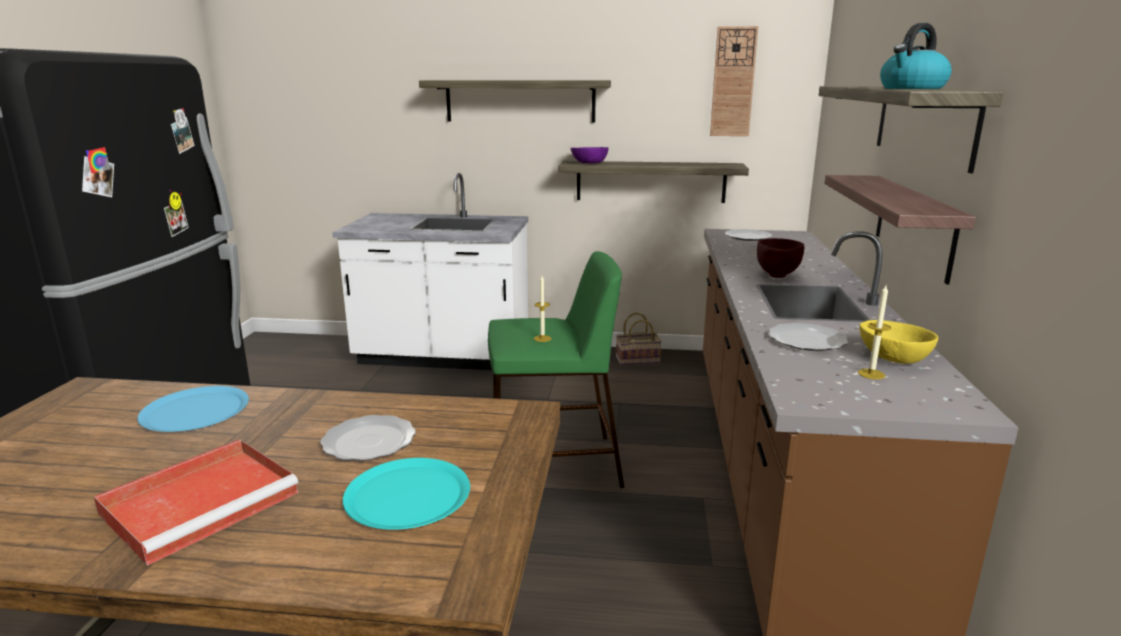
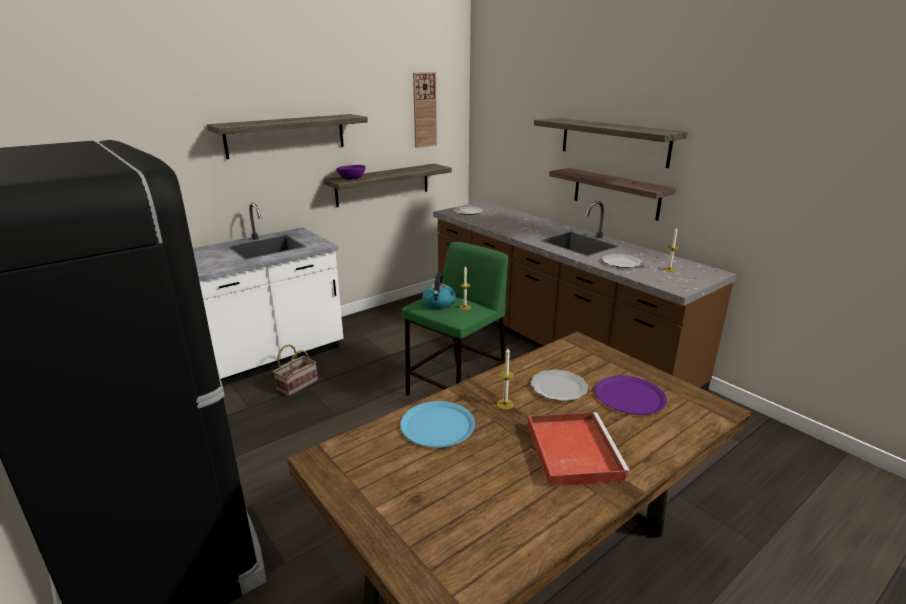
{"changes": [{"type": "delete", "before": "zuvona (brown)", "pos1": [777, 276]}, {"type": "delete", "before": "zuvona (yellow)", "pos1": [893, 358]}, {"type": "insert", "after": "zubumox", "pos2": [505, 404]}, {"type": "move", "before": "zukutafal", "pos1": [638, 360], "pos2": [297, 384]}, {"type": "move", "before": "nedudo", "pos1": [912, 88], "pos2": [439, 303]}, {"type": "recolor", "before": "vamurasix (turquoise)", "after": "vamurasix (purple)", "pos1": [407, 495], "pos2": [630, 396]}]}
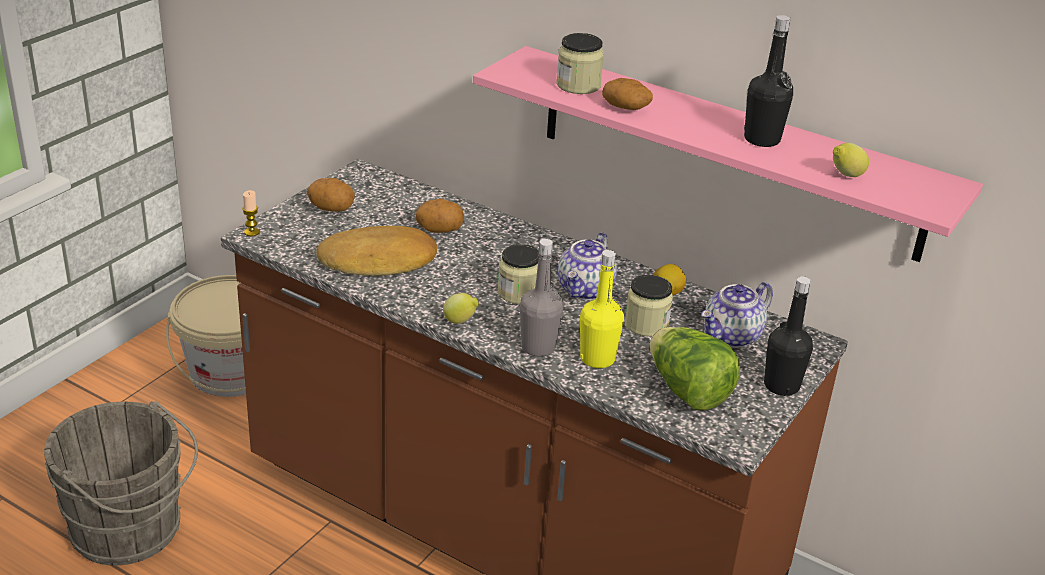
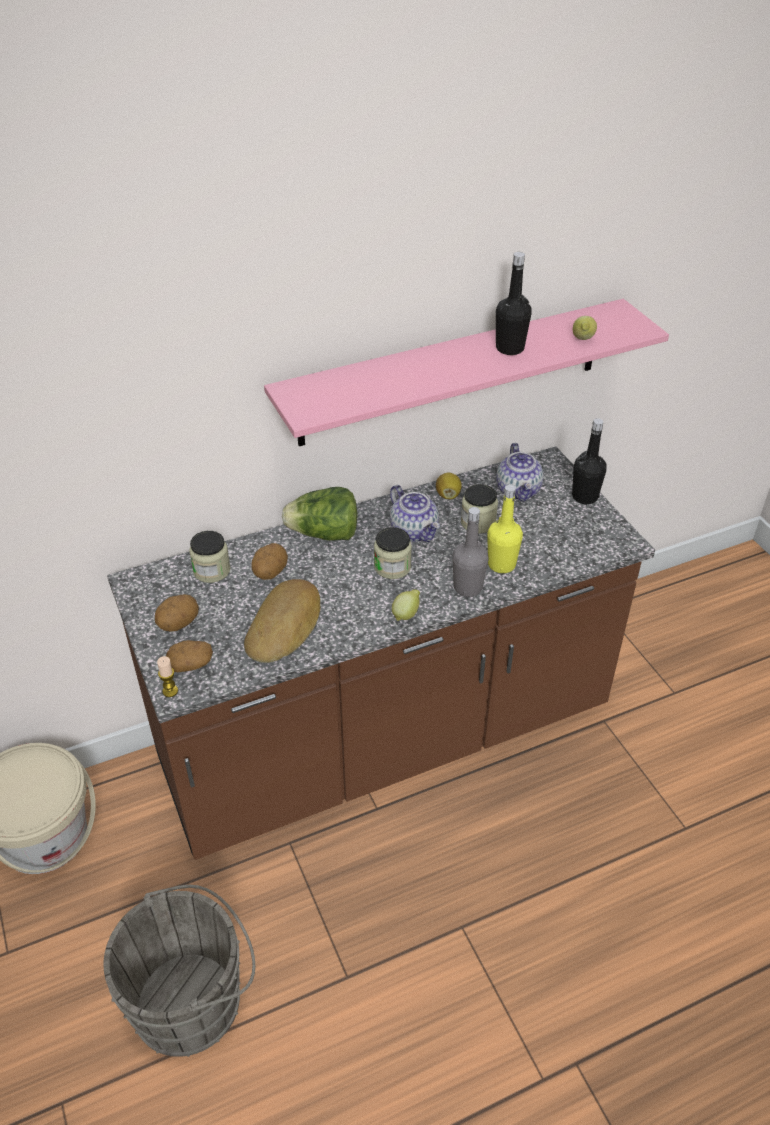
{"changes": [{"type": "move", "before": "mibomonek", "pos1": [578, 85], "pos2": [212, 570]}, {"type": "move", "before": "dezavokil", "pos1": [626, 107], "pos2": [191, 664]}, {"type": "move", "before": "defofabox", "pos1": [687, 391], "pos2": [324, 534]}]}
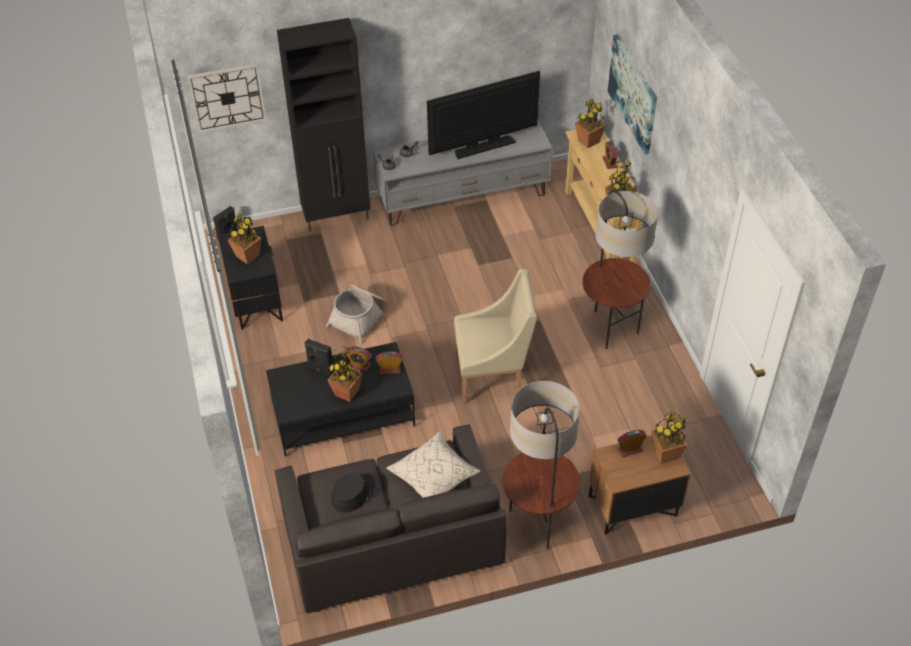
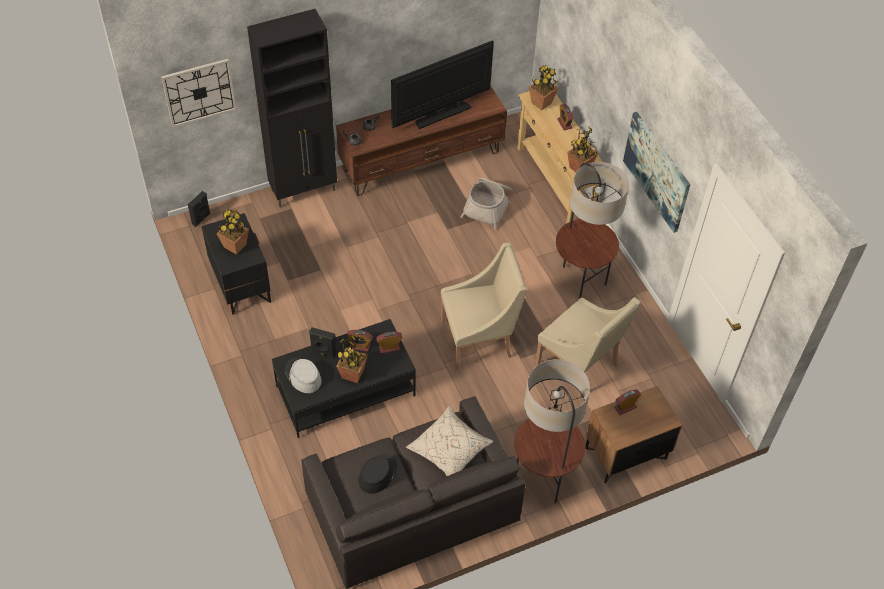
{"changes": [{"type": "delete", "before": "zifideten", "pos1": [665, 454]}, {"type": "insert", "after": "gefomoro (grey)", "pos2": [303, 376]}, {"type": "insert", "after": "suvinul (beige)", "pos2": [579, 365]}, {"type": "move", "before": "zukutafal", "pos1": [360, 316], "pos2": [488, 205]}, {"type": "move", "before": "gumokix", "pos1": [633, 93], "pos2": [657, 171]}, {"type": "recolor", "before": "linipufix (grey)", "after": "linipufix (brown)", "pos1": [463, 197], "pos2": [422, 160]}]}
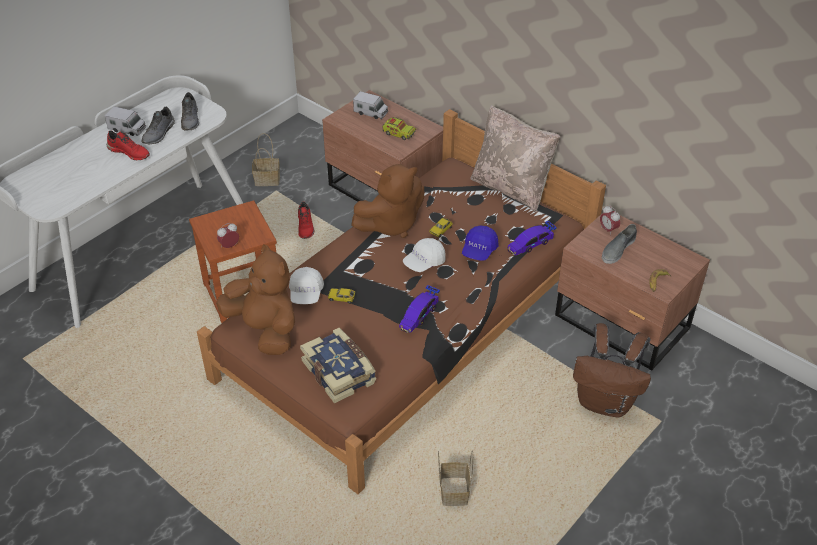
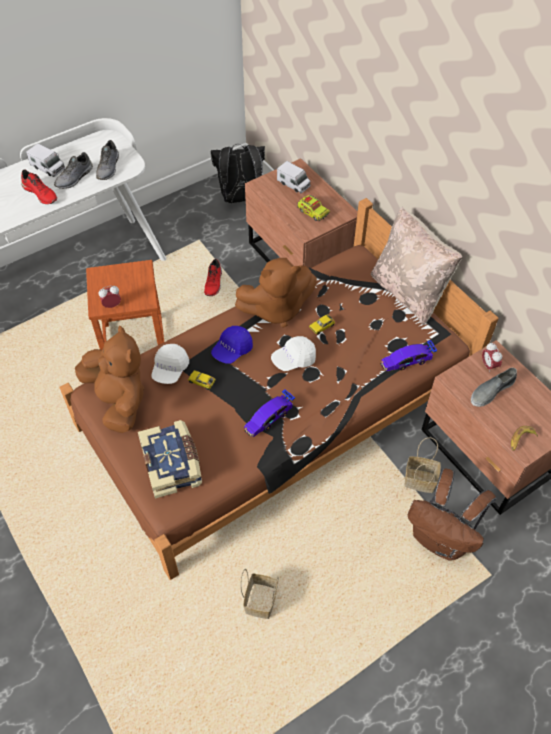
{"changes": [{"type": "insert", "after": "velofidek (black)", "pos2": [241, 199]}, {"type": "move", "before": "zukutafal", "pos1": [268, 179], "pos2": [421, 480]}, {"type": "move", "before": "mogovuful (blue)", "pos1": [479, 250], "pos2": [232, 350]}]}
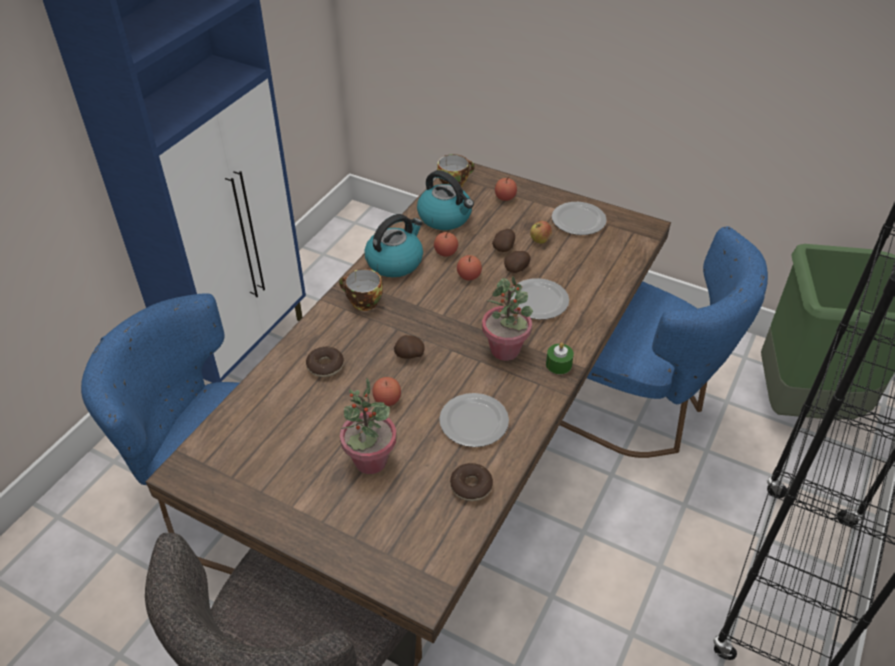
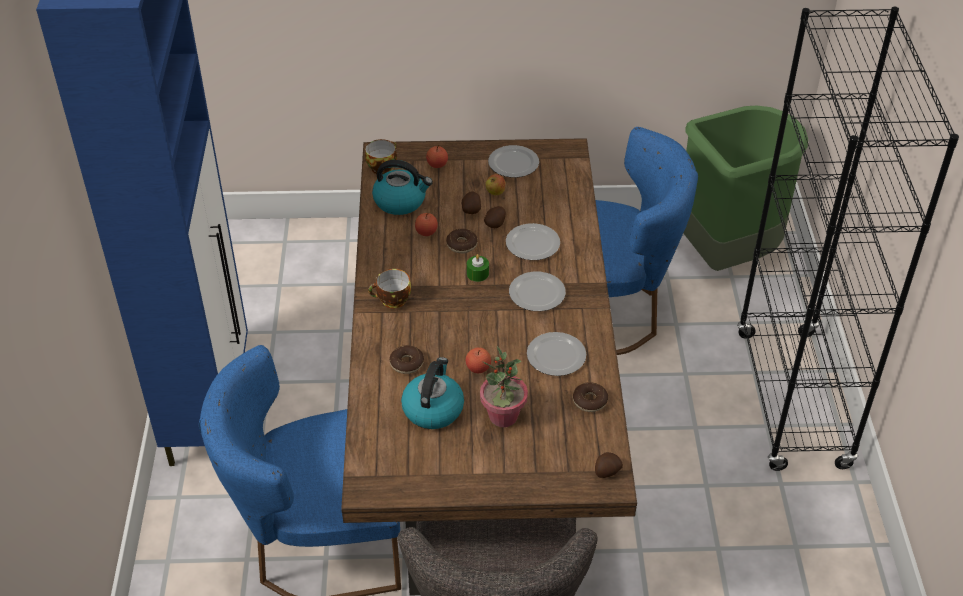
{"changes": [{"type": "move", "before": "nedudo", "pos1": [395, 261], "pos2": [433, 409]}, {"type": "move", "before": "dezavokil", "pos1": [409, 355], "pos2": [606, 472]}, {"type": "move", "before": "zubumox (green)", "pos1": [558, 364], "pos2": [477, 274]}, {"type": "replace", "before": "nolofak", "after": "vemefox", "pos1": [469, 276], "pos2": [461, 245]}, {"type": "replace", "before": "zifideten", "after": "vamurasix", "pos1": [505, 350], "pos2": [537, 293]}]}
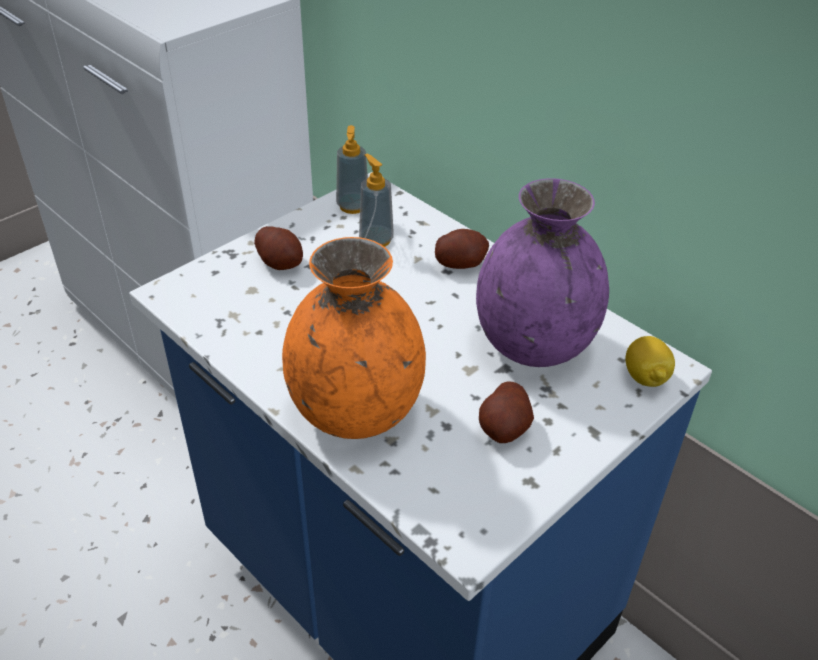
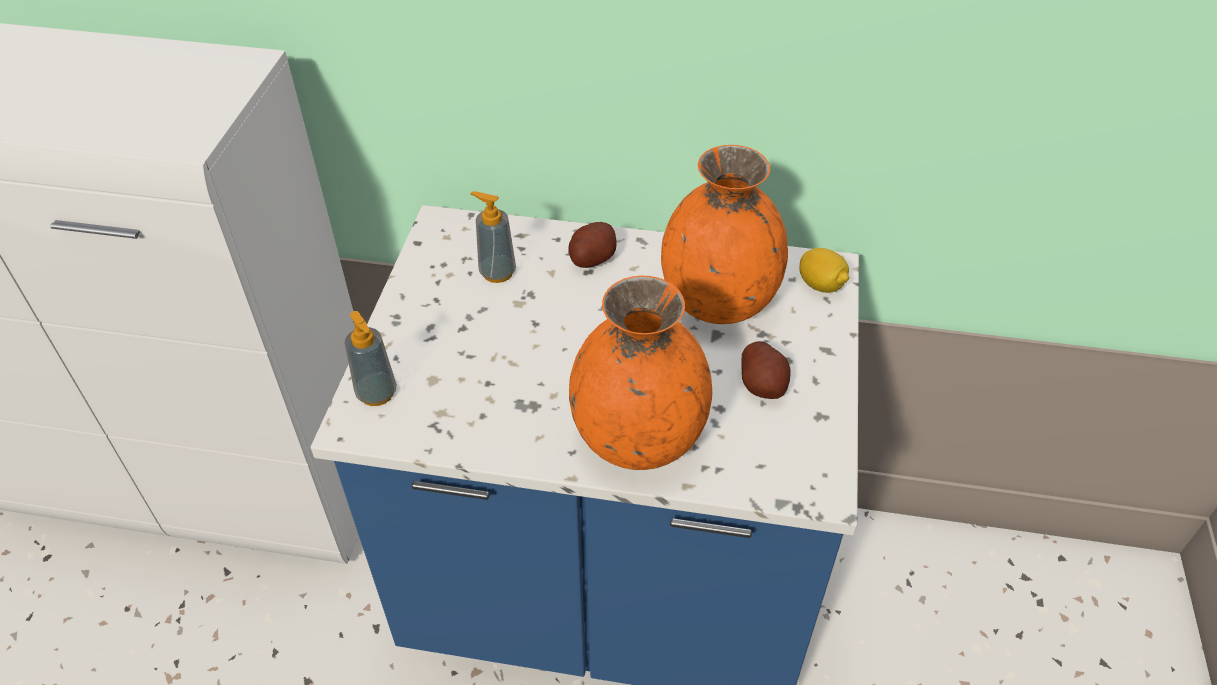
{"changes": [{"type": "delete", "before": "dezavokil", "pos1": [280, 262]}, {"type": "move", "before": "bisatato", "pos1": [353, 206], "pos2": [377, 393]}, {"type": "recolor", "before": "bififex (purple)", "after": "bififex (orange)", "pos1": [535, 344], "pos2": [719, 300]}]}
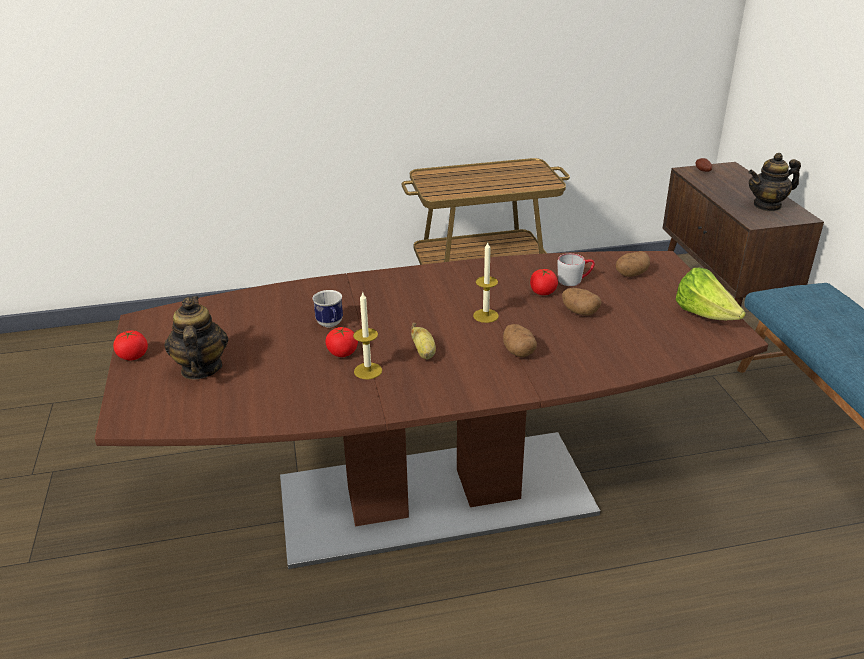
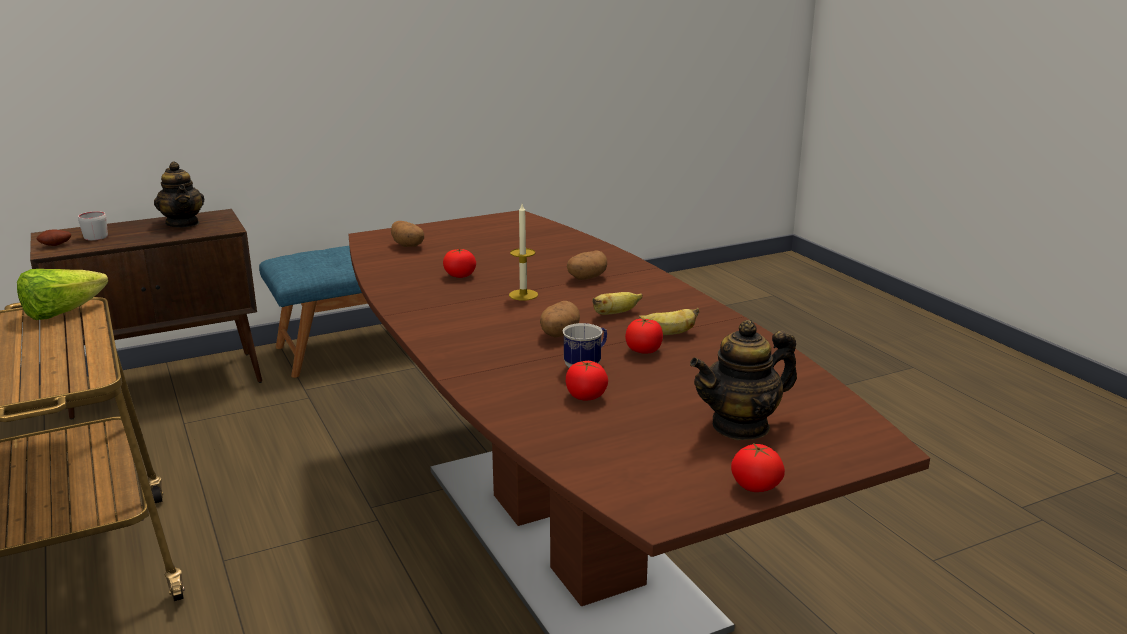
{"changes": [{"type": "insert", "after": "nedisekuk", "pos2": [586, 396]}, {"type": "move", "before": "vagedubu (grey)", "pos1": [575, 279], "pos2": [95, 235]}, {"type": "move", "before": "dezavokil", "pos1": [579, 312], "pos2": [558, 334]}, {"type": "move", "before": "defofabox", "pos1": [704, 315], "pos2": [62, 313]}, {"type": "replace", "before": "zubumox", "after": "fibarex", "pos1": [368, 371], "pos2": [668, 334]}]}
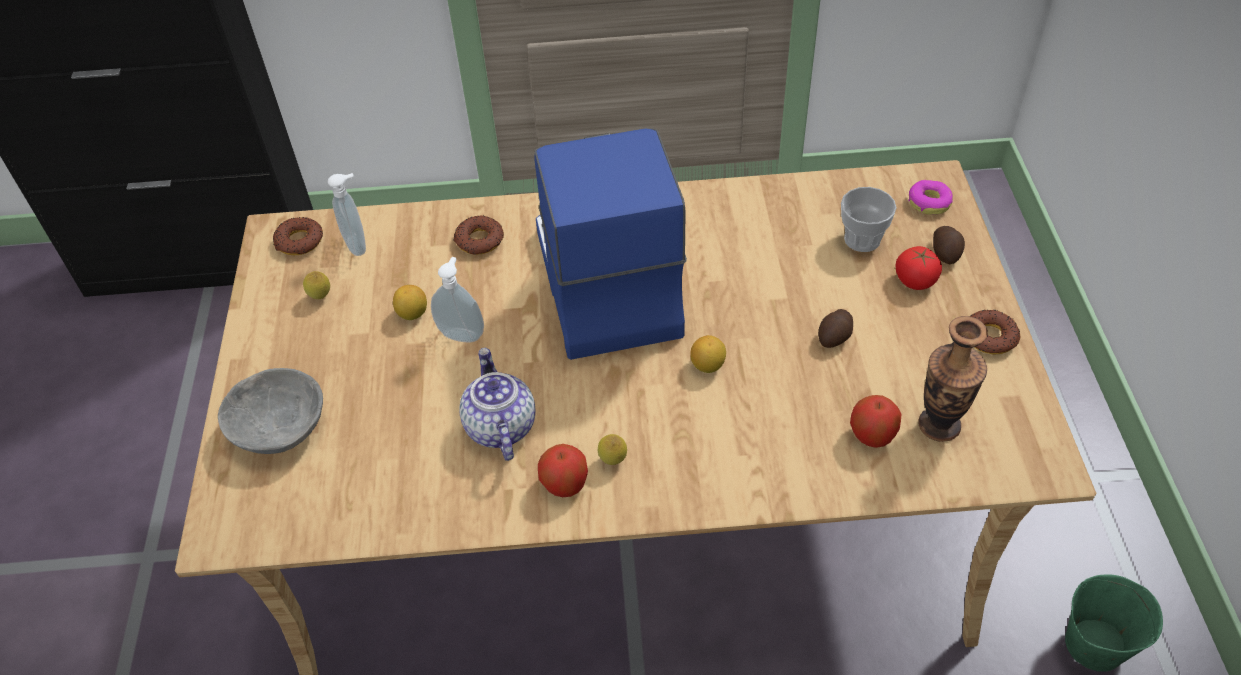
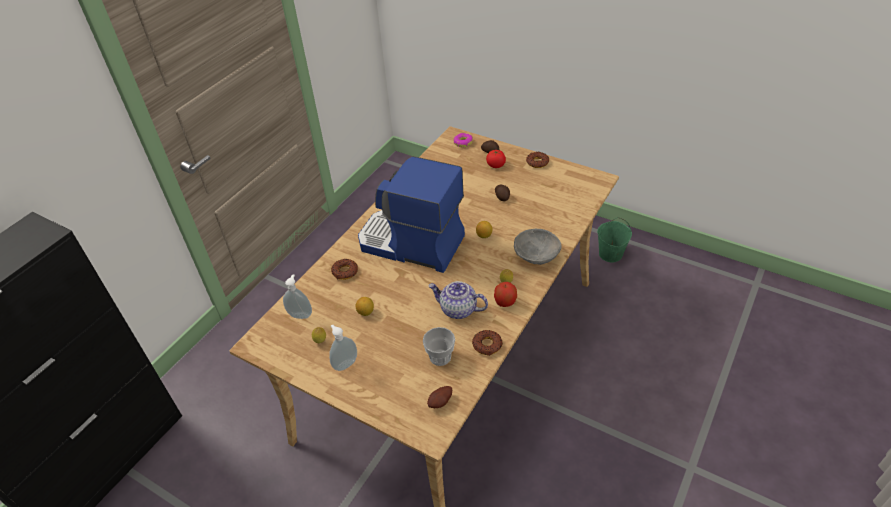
{"changes": [{"type": "delete", "before": "nolofak", "pos1": [872, 435]}, {"type": "delete", "before": "bififex", "pos1": [939, 425]}, {"type": "insert", "after": "dezavokil", "pos2": [441, 402]}, {"type": "move", "before": "zuvona (grey)", "pos1": [278, 429], "pos2": [536, 257]}, {"type": "move", "before": "vemefox", "pos1": [299, 241], "pos2": [487, 345]}, {"type": "move", "before": "bisatato", "pos1": [462, 334], "pos2": [345, 364]}, {"type": "move", "before": "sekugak", "pos1": [862, 239], "pos2": [440, 357]}]}
